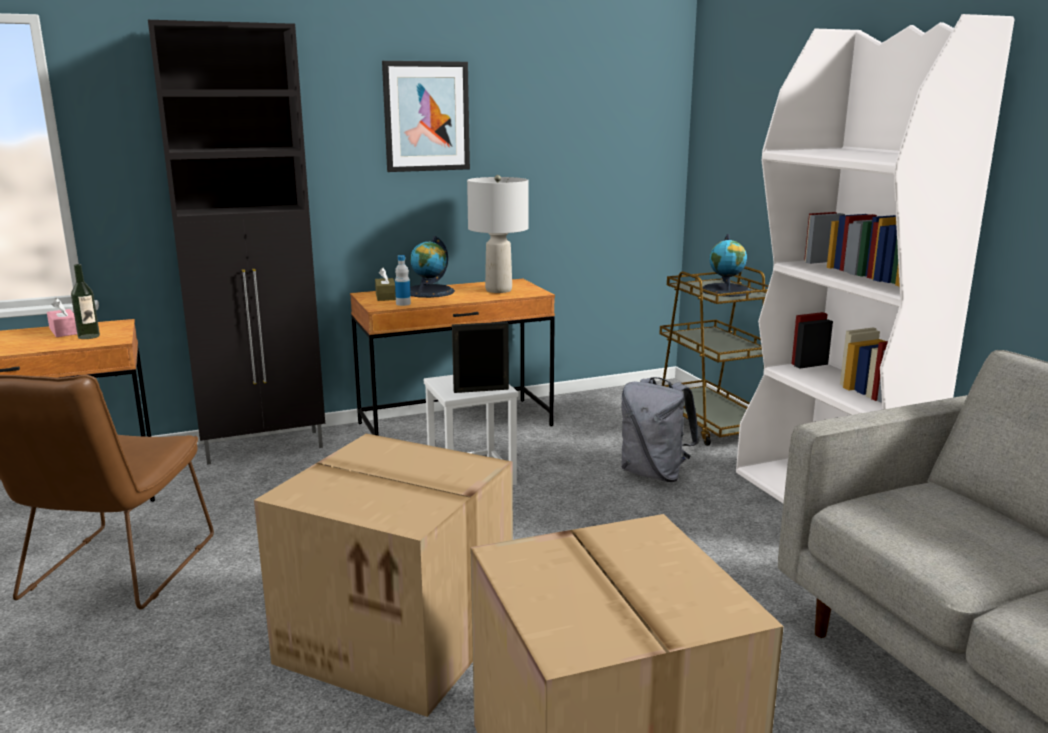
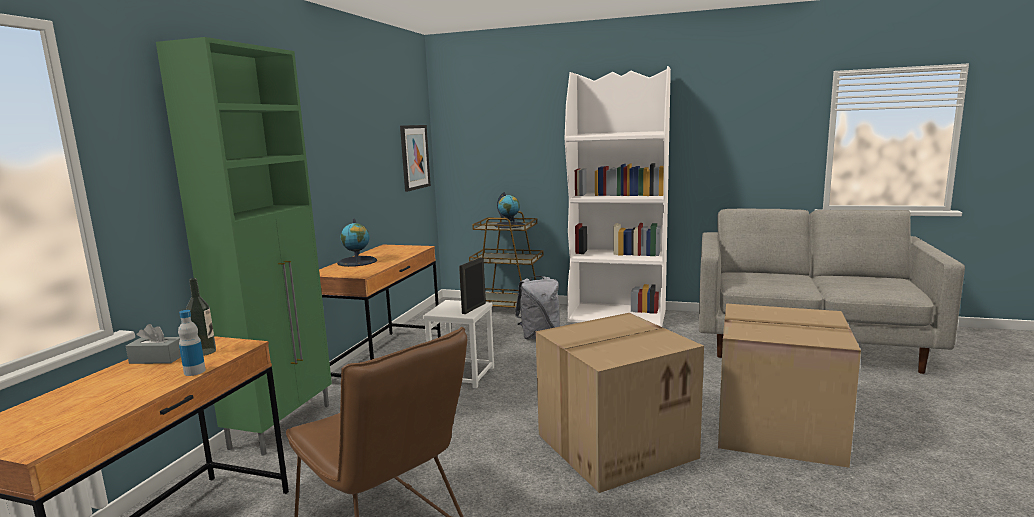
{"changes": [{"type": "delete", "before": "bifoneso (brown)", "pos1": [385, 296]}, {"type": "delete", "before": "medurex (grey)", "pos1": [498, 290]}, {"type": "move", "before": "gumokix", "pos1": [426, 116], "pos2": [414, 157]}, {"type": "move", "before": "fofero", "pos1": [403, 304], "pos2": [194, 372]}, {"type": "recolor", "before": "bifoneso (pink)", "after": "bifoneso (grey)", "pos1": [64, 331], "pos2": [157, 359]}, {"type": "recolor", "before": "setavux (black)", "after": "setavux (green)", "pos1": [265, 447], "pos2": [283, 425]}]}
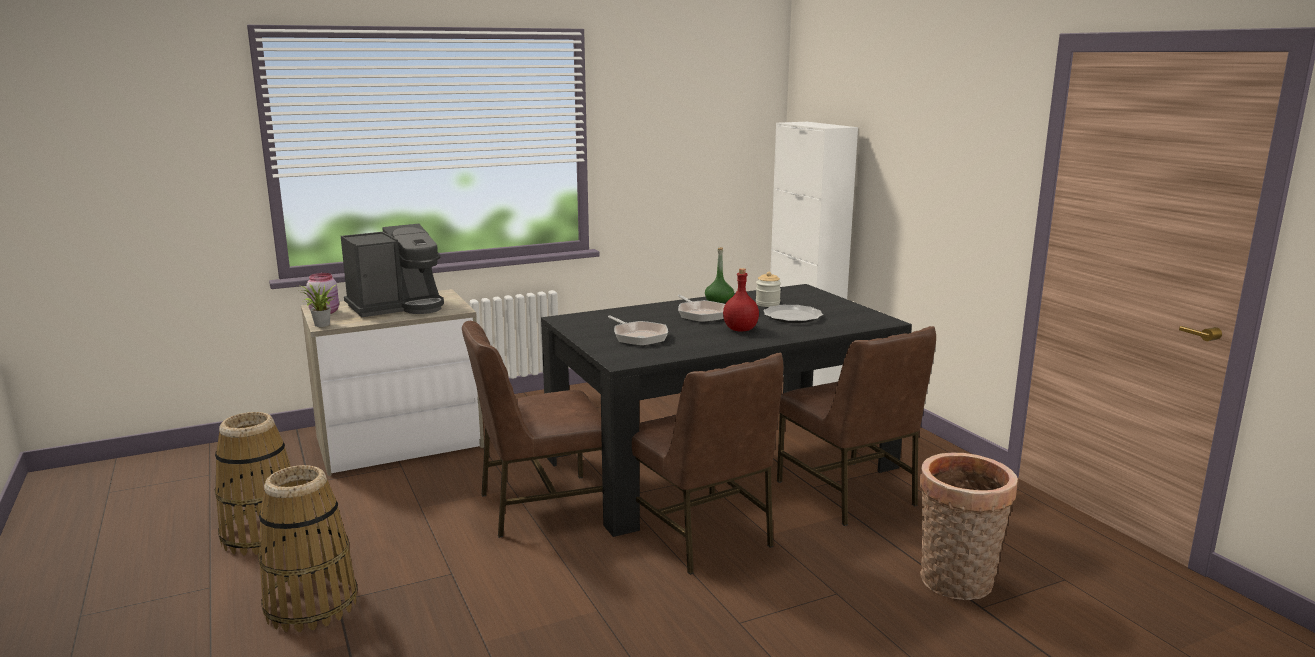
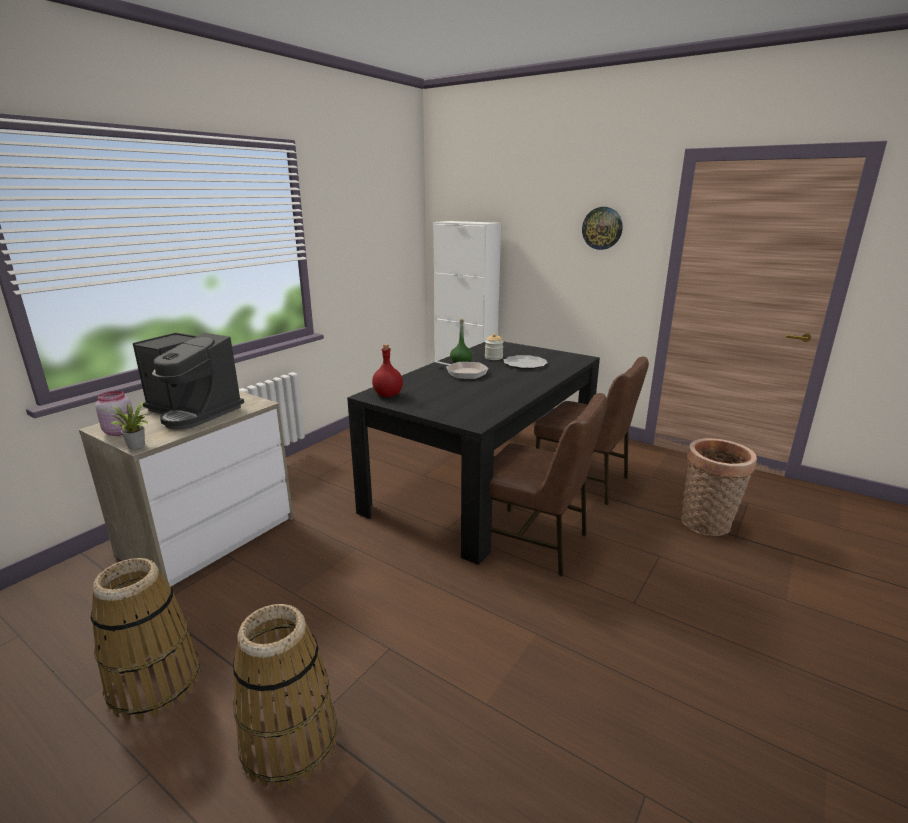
{"changes": [{"type": "delete", "before": "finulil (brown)", "pos1": [541, 506]}, {"type": "delete", "before": "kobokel", "pos1": [638, 336]}, {"type": "insert", "after": "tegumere", "pos2": [602, 228]}, {"type": "move", "before": "fofero (red)", "pos1": [740, 330], "pos2": [388, 395]}, {"type": "rotate", "before": "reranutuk", "pos1": [397, 307], "pos2": [194, 411], "turn": 90}]}
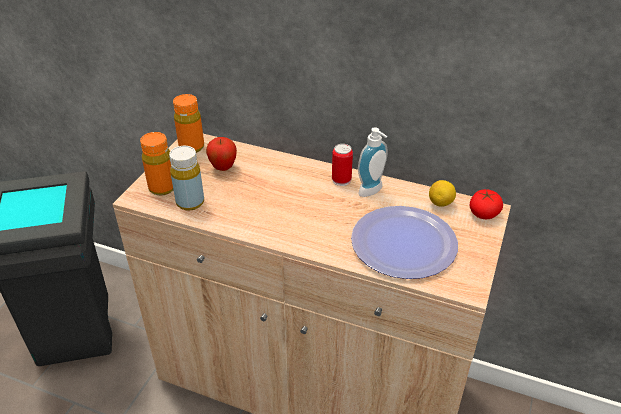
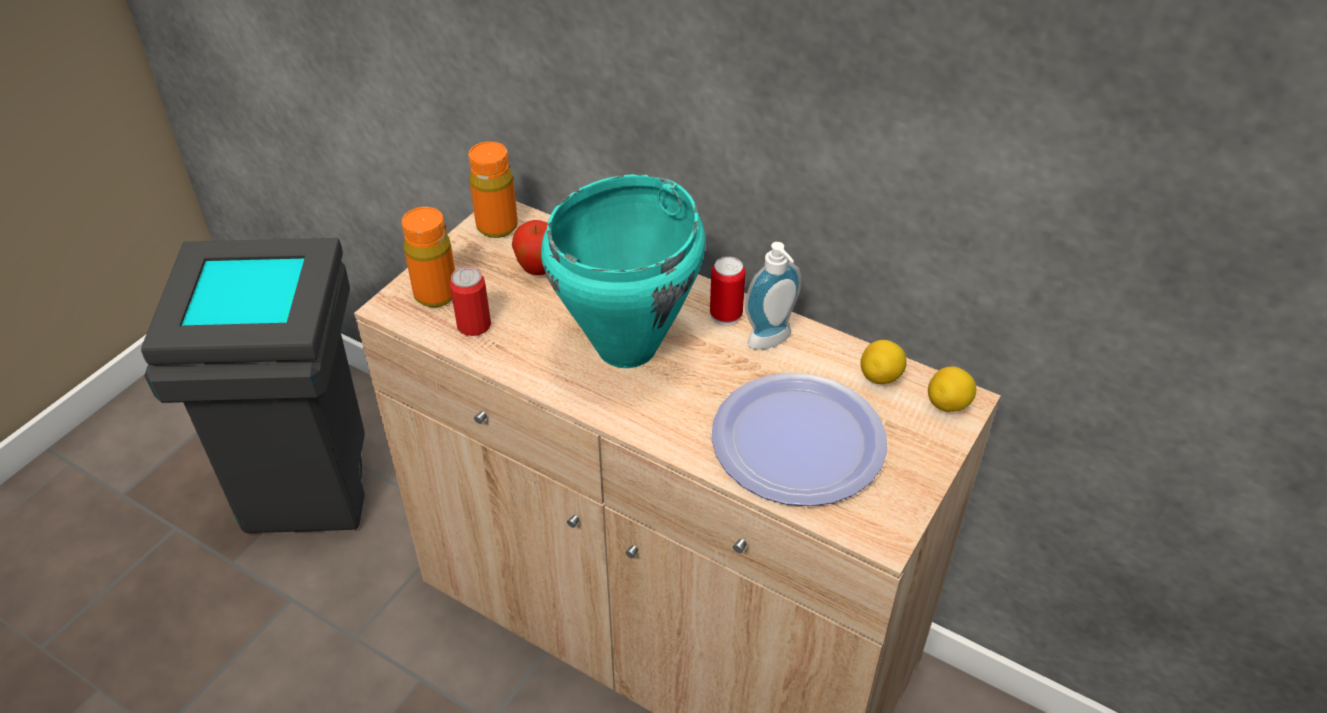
{"changes": [{"type": "insert", "after": "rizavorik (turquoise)", "pos2": [628, 347]}, {"type": "replace", "before": "fofero (yellow)", "after": "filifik", "pos1": [190, 202], "pos2": [474, 325]}, {"type": "replace", "before": "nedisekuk", "after": "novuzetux", "pos1": [483, 213], "pos2": [948, 405]}]}
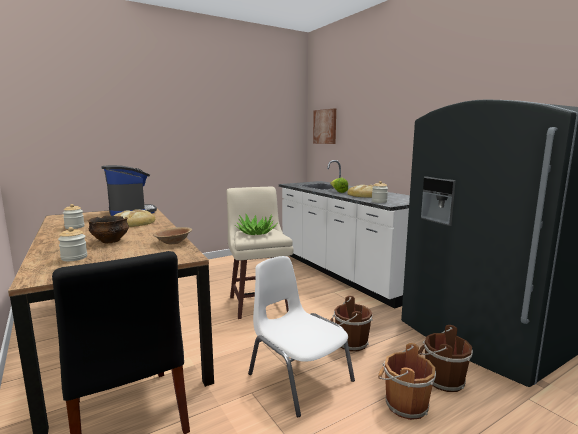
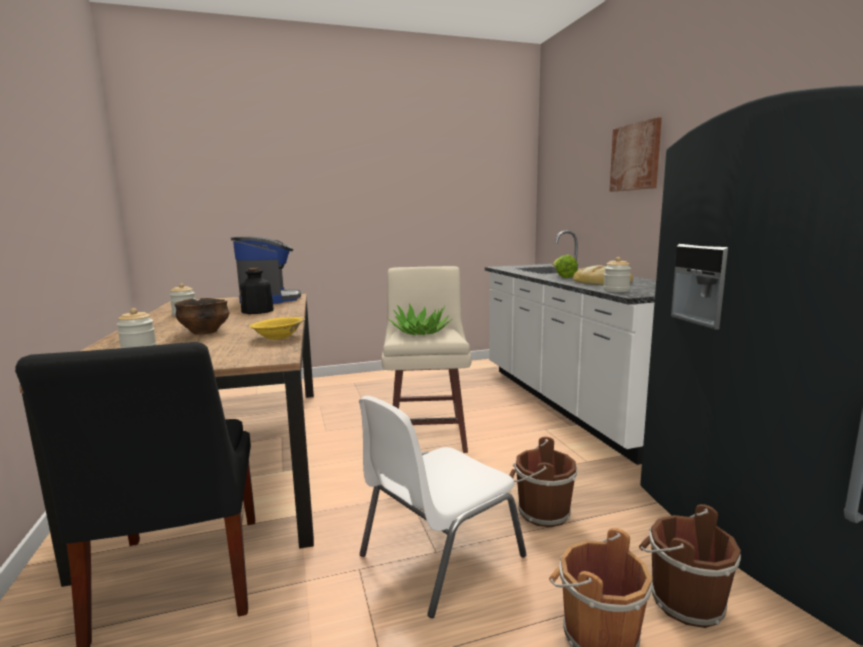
{"changes": [{"type": "move", "before": "gumokix", "pos1": [325, 126], "pos2": [635, 157]}, {"type": "replace", "before": "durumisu", "after": "fofero", "pos1": [133, 222], "pos2": [257, 311]}, {"type": "recolor", "before": "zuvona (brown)", "after": "zuvona (yellow)", "pos1": [173, 242], "pos2": [278, 337]}, {"type": "rotate", "before": "finulil (white)", "pos1": [298, 377], "pos2": [438, 555], "turn": -105}]}
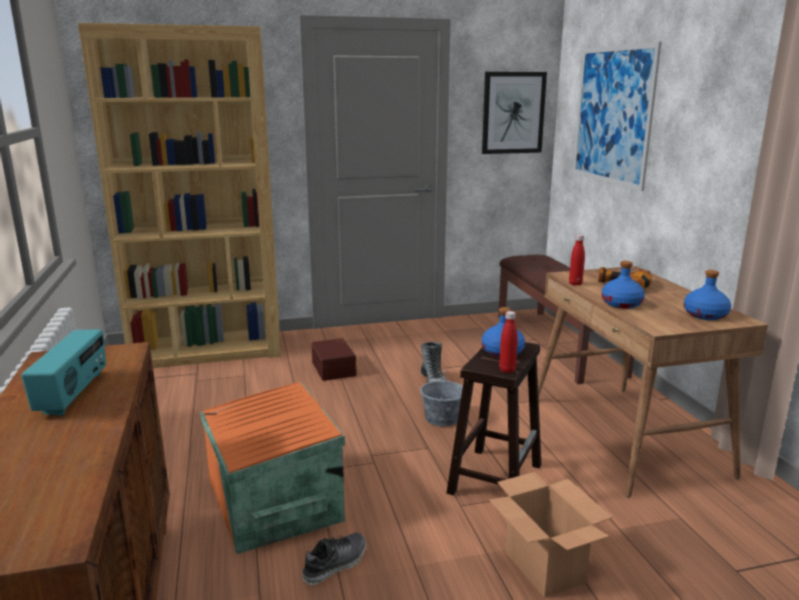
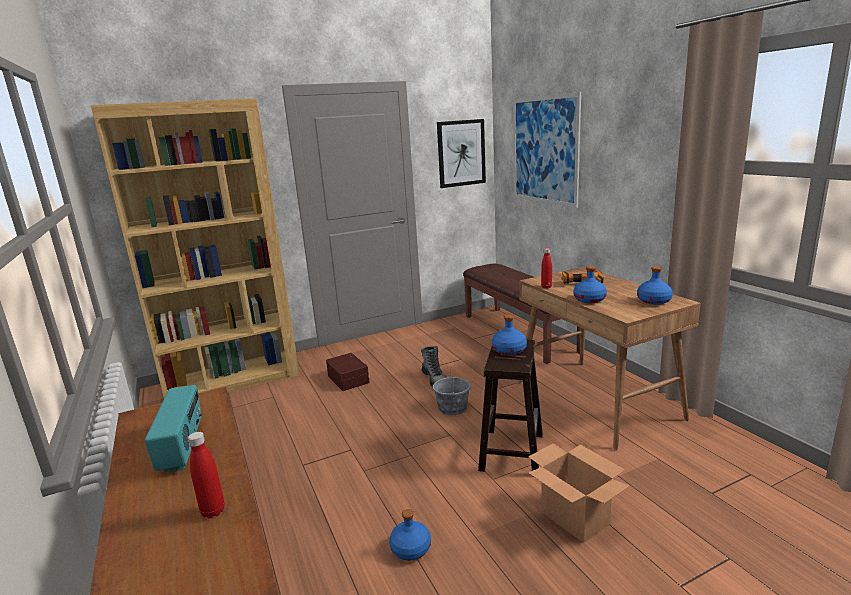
{"changes": [{"type": "delete", "before": "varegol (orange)", "pos1": [272, 502]}, {"type": "move", "before": "fofero (red)", "pos1": [507, 370], "pos2": [213, 511]}, {"type": "replace", "before": "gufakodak", "after": "fofero (blue)", "pos1": [335, 564], "pos2": [410, 549]}]}
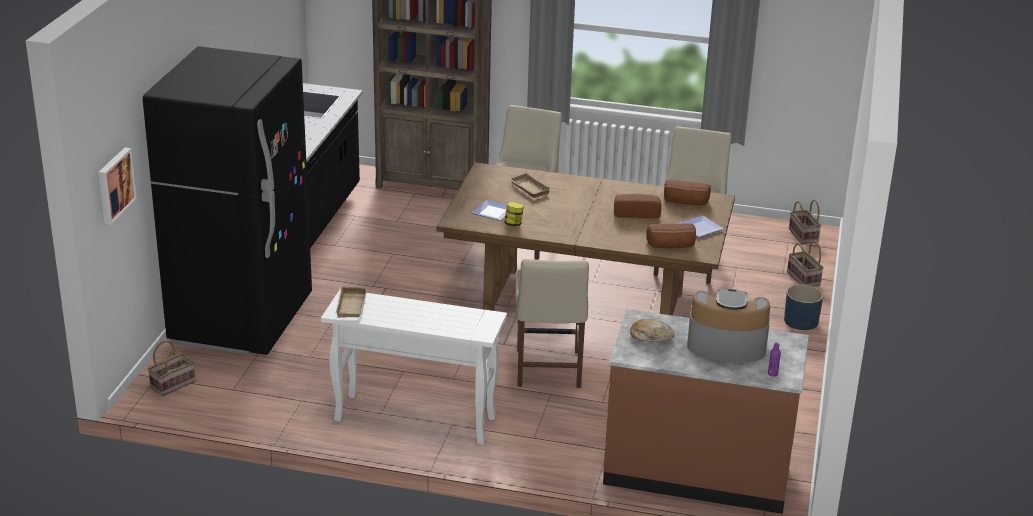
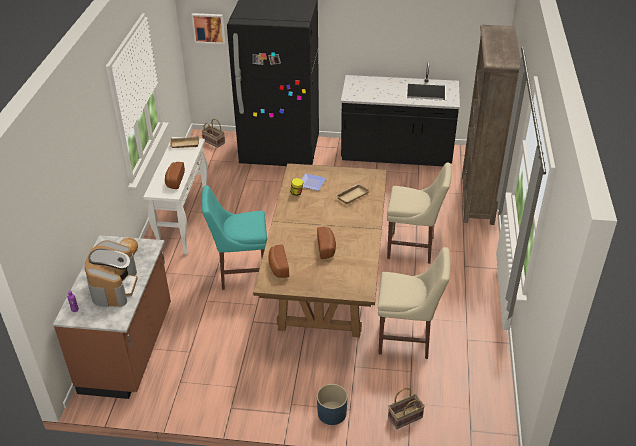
{"changes": [{"type": "delete", "before": "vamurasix", "pos1": [700, 227]}, {"type": "delete", "before": "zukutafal", "pos1": [804, 236]}, {"type": "move", "before": "durumisu", "pos1": [685, 202], "pos2": [174, 180]}, {"type": "recolor", "before": "finulil (beige)", "after": "finulil (turquoise)", "pos1": [548, 371], "pos2": [240, 273]}]}
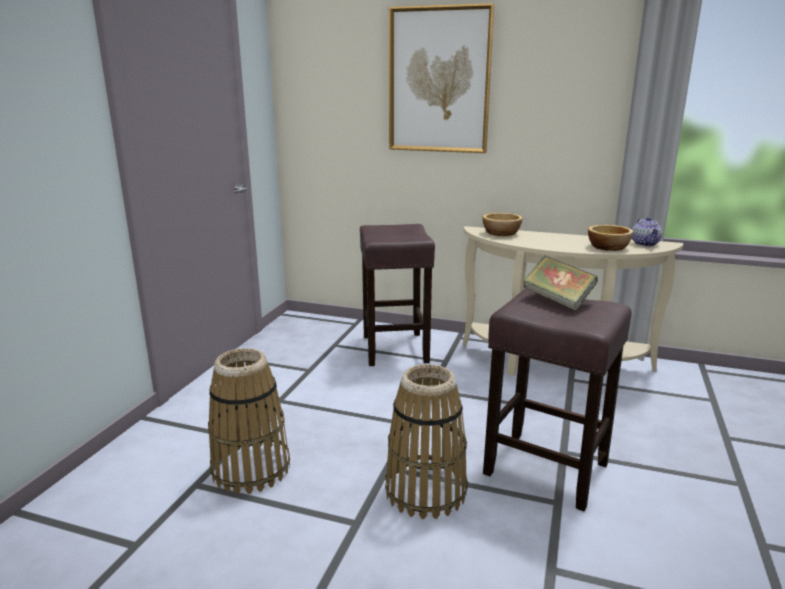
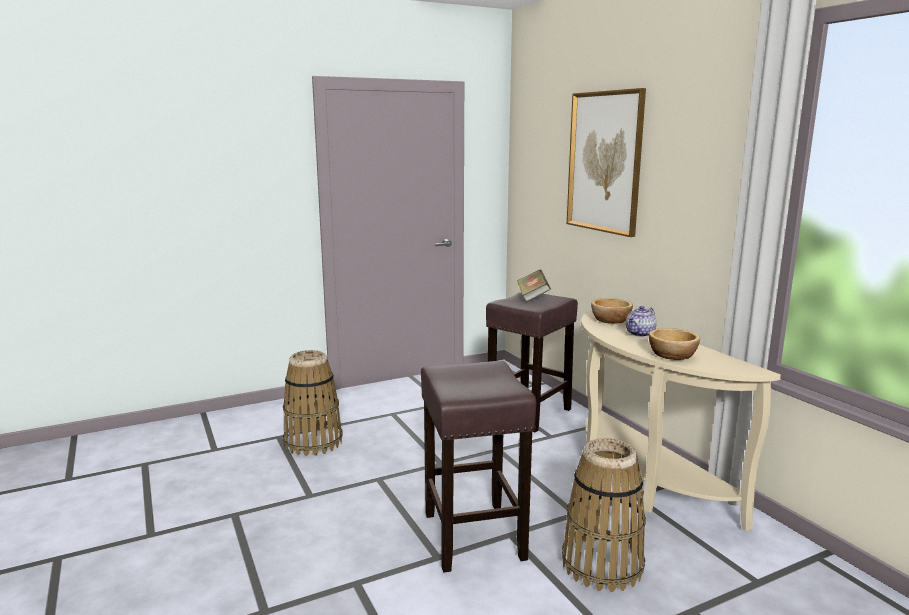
{"changes": [{"type": "move", "before": "zukutafal", "pos1": [426, 491], "pos2": [602, 565]}, {"type": "move", "before": "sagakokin", "pos1": [558, 300], "pos2": [532, 297]}, {"type": "move", "before": "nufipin", "pos1": [645, 244], "pos2": [640, 334]}]}
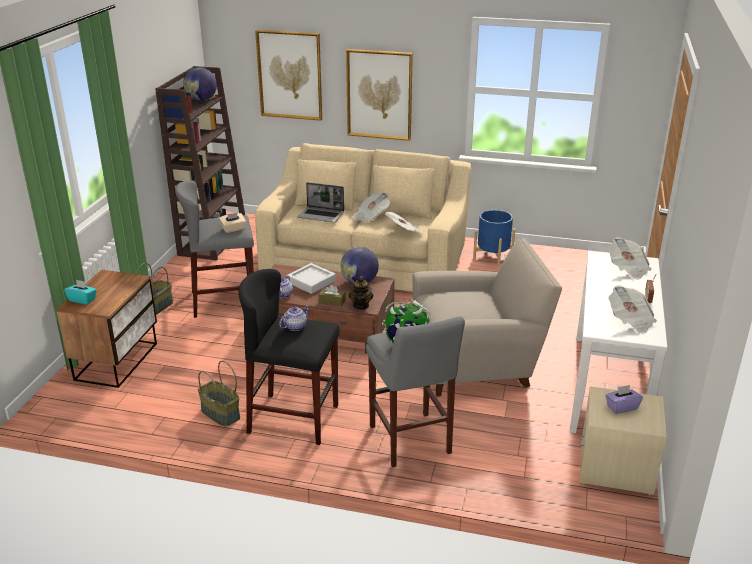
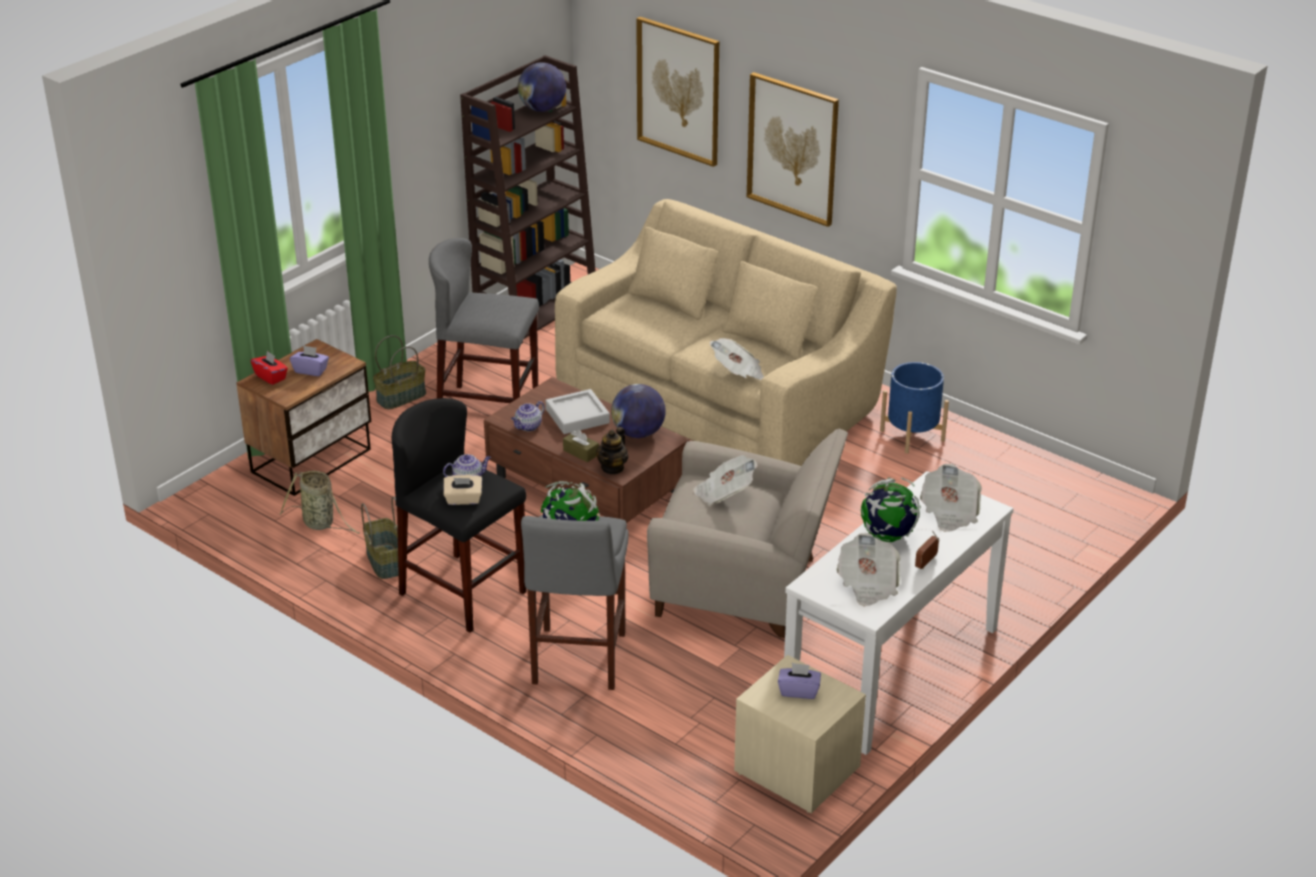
{"changes": [{"type": "delete", "before": "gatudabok", "pos1": [321, 215]}, {"type": "insert", "after": "zukutafal", "pos2": [321, 524]}, {"type": "insert", "after": "bifoneso (purple)", "pos2": [311, 370]}, {"type": "insert", "after": "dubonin", "pos2": [887, 536]}, {"type": "move", "before": "bifoneso (beige)", "pos1": [233, 229], "pos2": [463, 499]}, {"type": "move", "before": "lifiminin", "pos1": [371, 216], "pos2": [724, 493]}, {"type": "recolor", "before": "bifoneso (turquoise)", "after": "bifoneso (red)", "pos1": [82, 300], "pos2": [271, 377]}]}
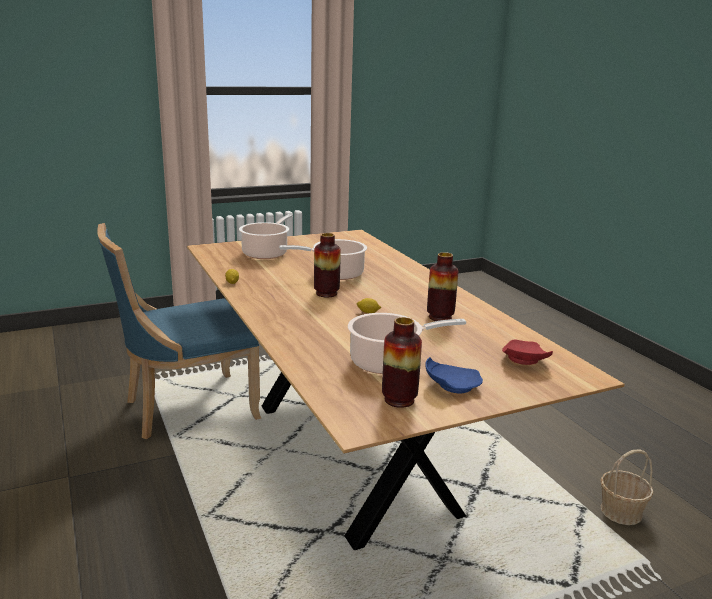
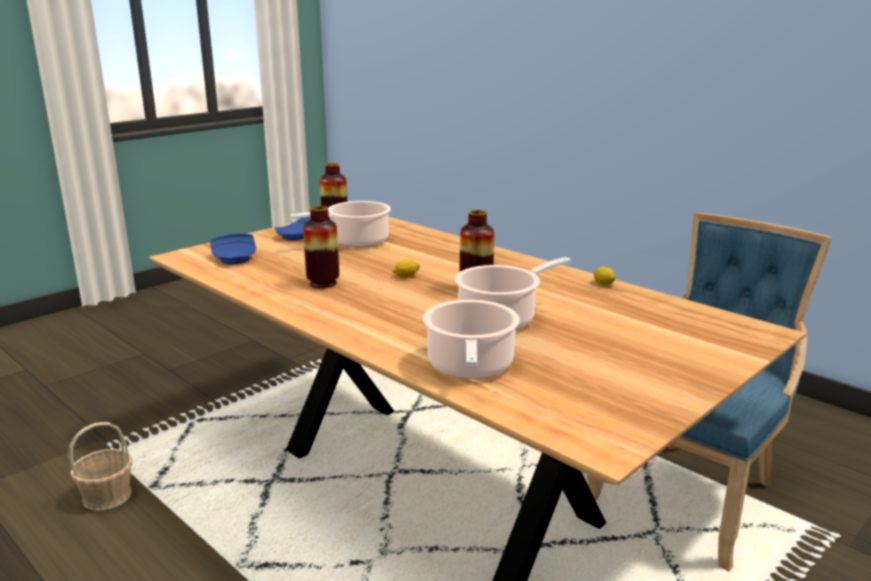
{"changes": [{"type": "move", "before": "rizavorik", "pos1": [266, 253], "pos2": [470, 367]}, {"type": "recolor", "before": "vamurasix (red)", "after": "vamurasix (blue)", "pos1": [523, 360], "pos2": [235, 258]}]}
